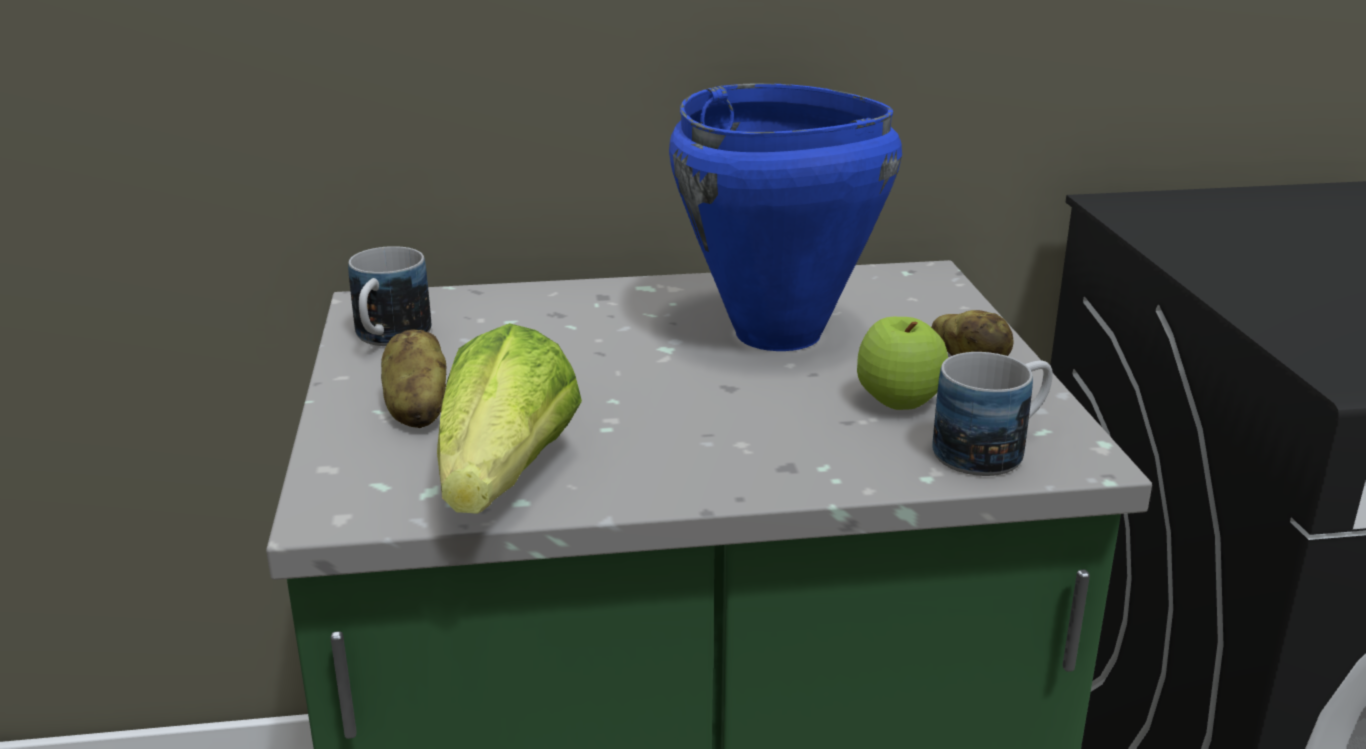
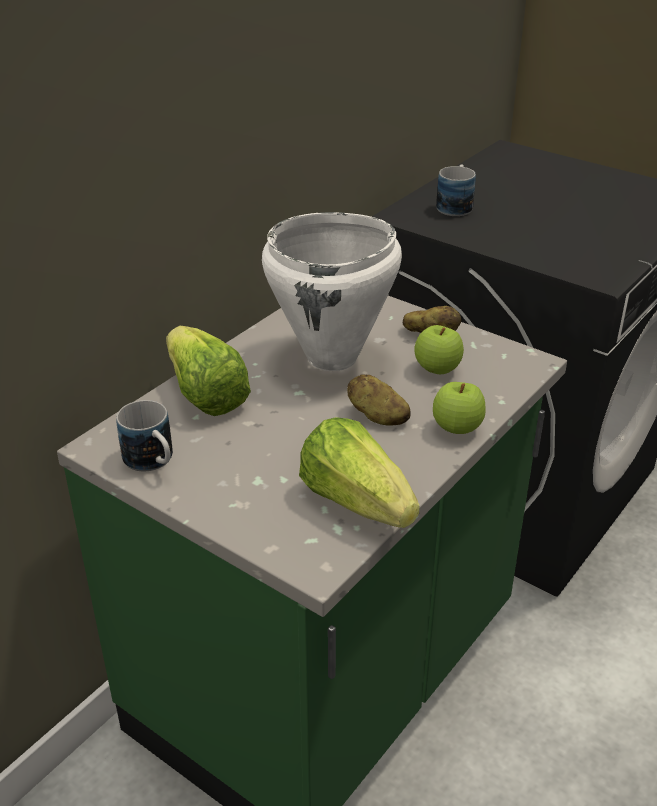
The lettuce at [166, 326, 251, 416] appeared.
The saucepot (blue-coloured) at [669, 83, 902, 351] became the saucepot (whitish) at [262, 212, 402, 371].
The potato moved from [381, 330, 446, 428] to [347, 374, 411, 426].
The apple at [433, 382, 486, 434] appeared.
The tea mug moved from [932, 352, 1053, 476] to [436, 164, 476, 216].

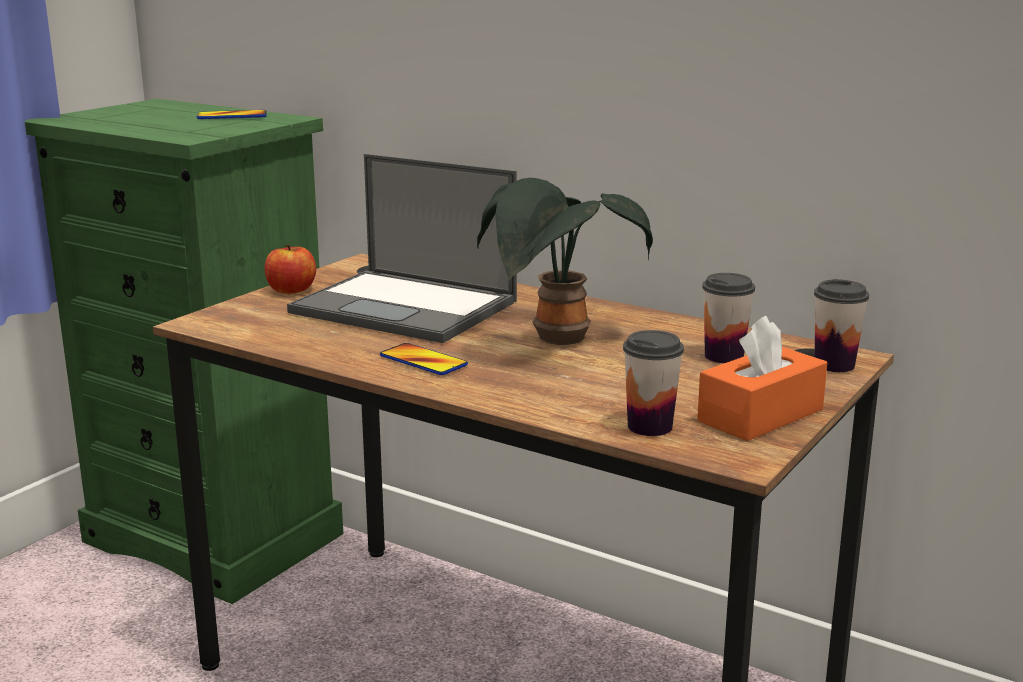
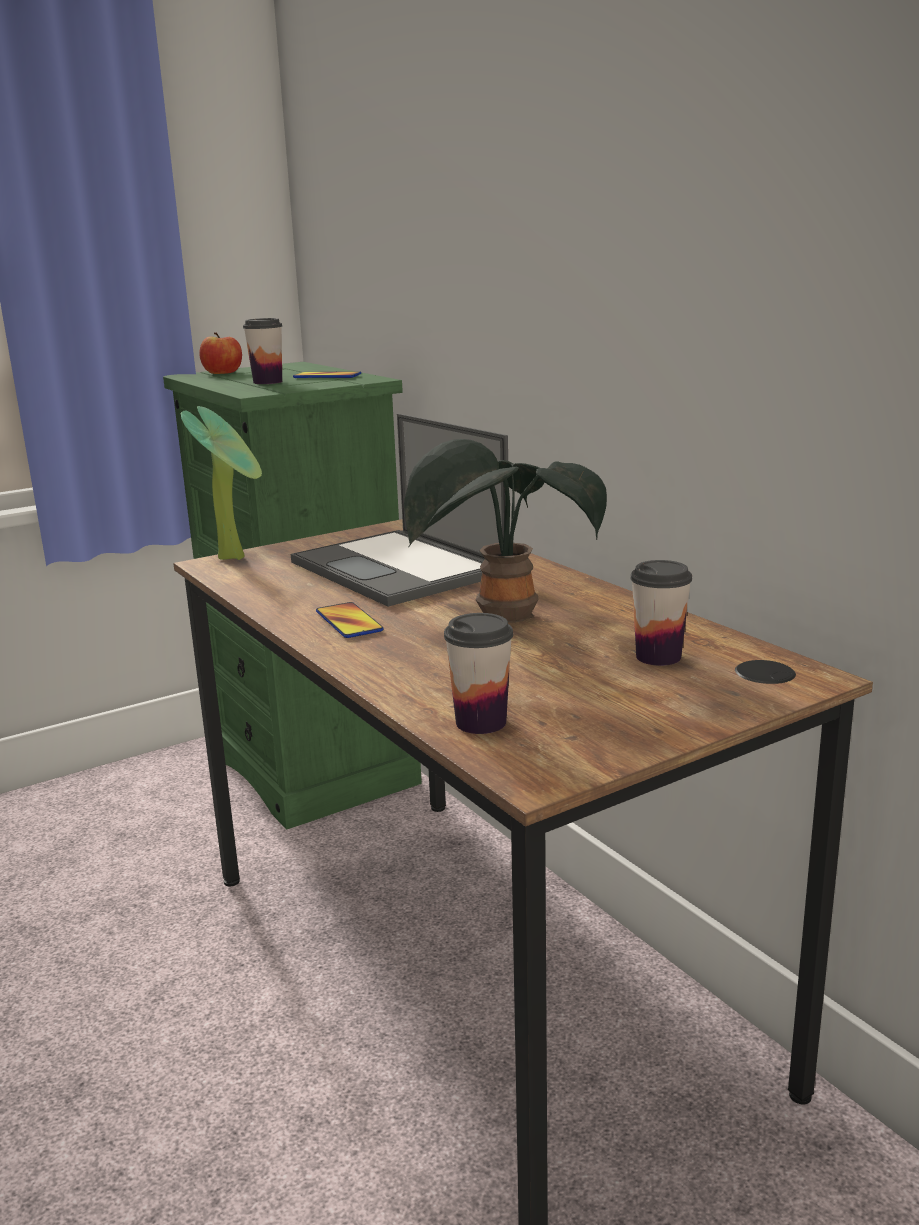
The potted plant at [181, 406, 262, 560] appeared.
The apple moved from [264, 244, 316, 294] to [199, 332, 242, 374].
The small cup moved from [814, 280, 869, 372] to [243, 318, 282, 384].
The tissue box (orangey) at [697, 316, 827, 441] disappeared.

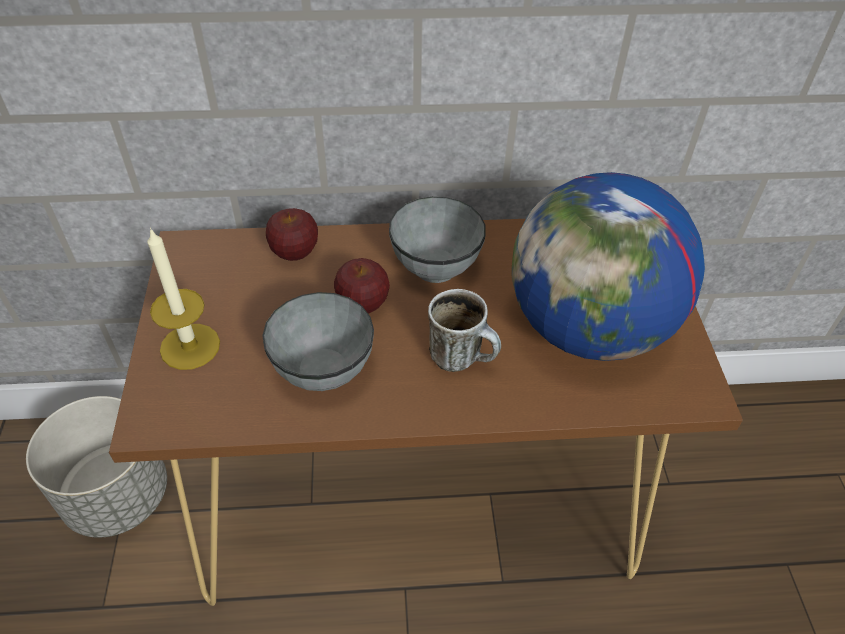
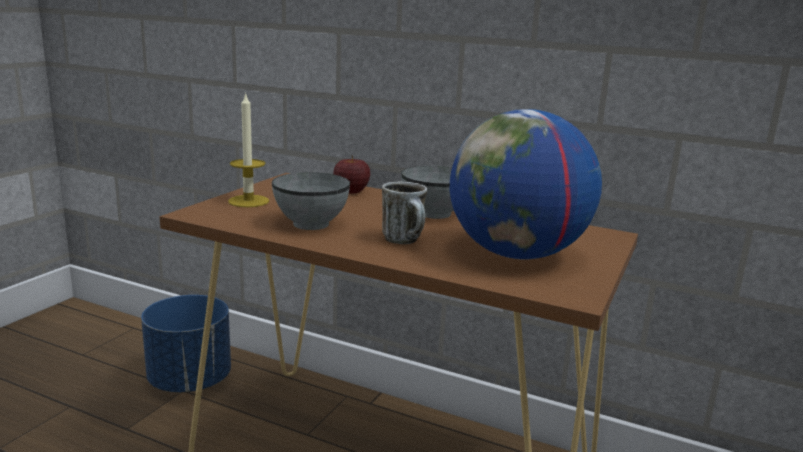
The plant pot (greyish) at [26, 396, 167, 538] became the plant pot (blue-coloured) at [141, 295, 231, 392].
The apple at [334, 258, 390, 314] disappeared.

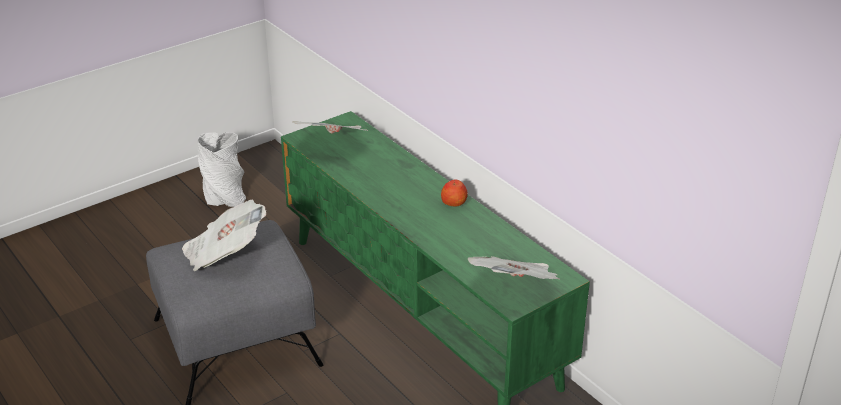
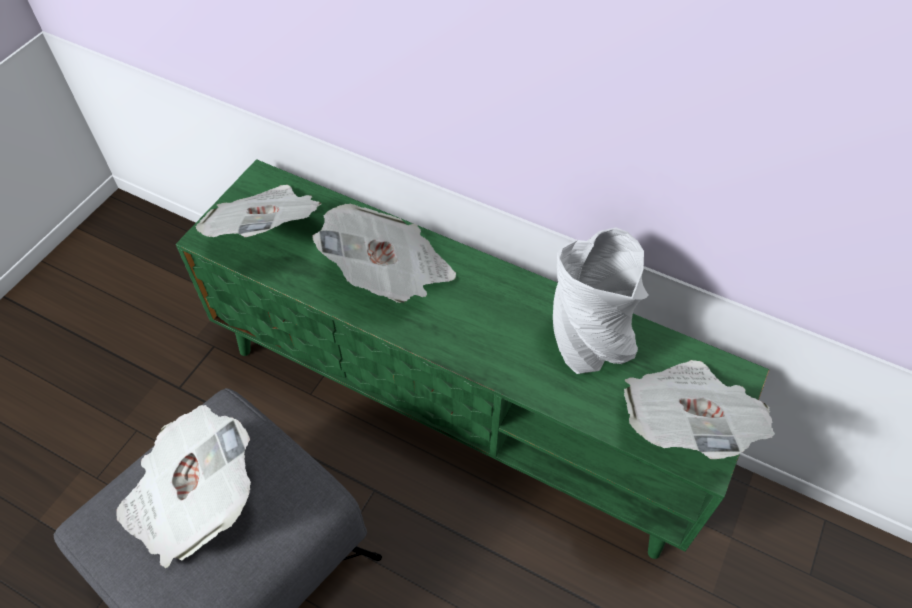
The newspaper at [312, 204, 456, 303] appeared.
The flower vase (greyish) moved from [198, 132, 246, 207] to [553, 227, 649, 374].
The apple at [441, 179, 468, 206] disappeared.

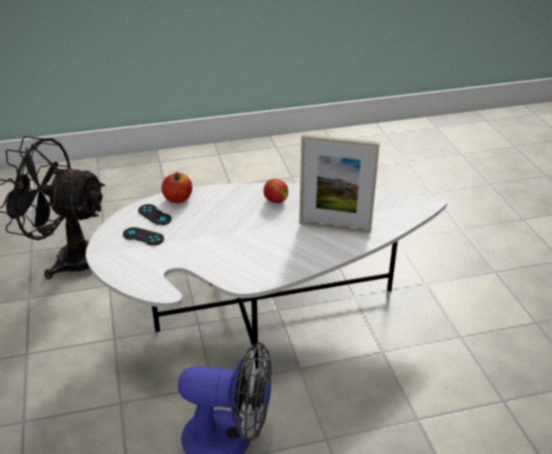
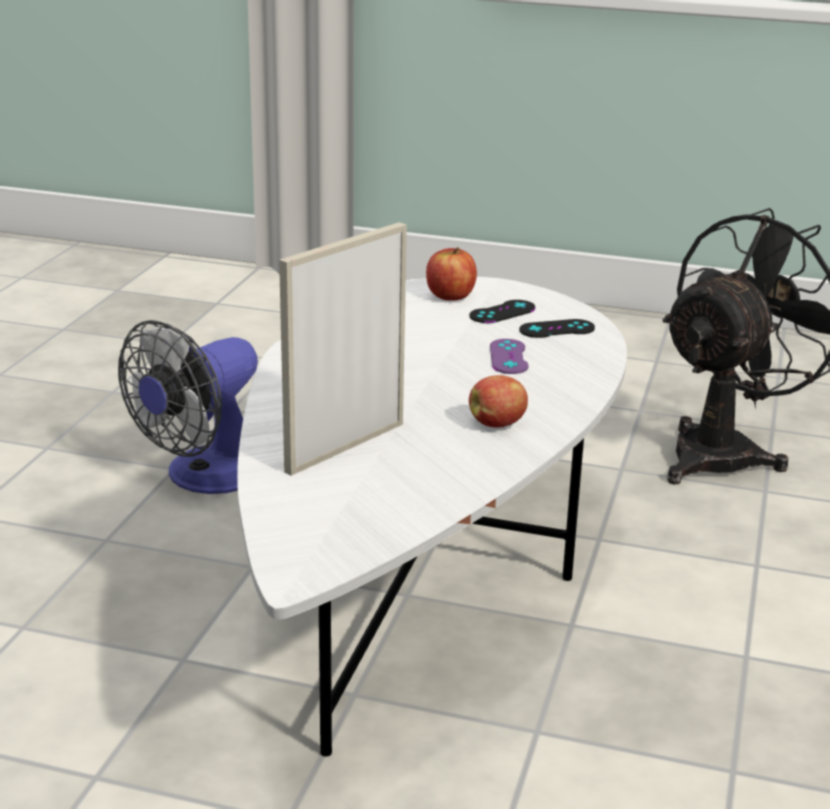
The apple moved from [162, 172, 192, 203] to [426, 247, 477, 301].
The joypad (purplish) at [490, 339, 529, 374] appeared.

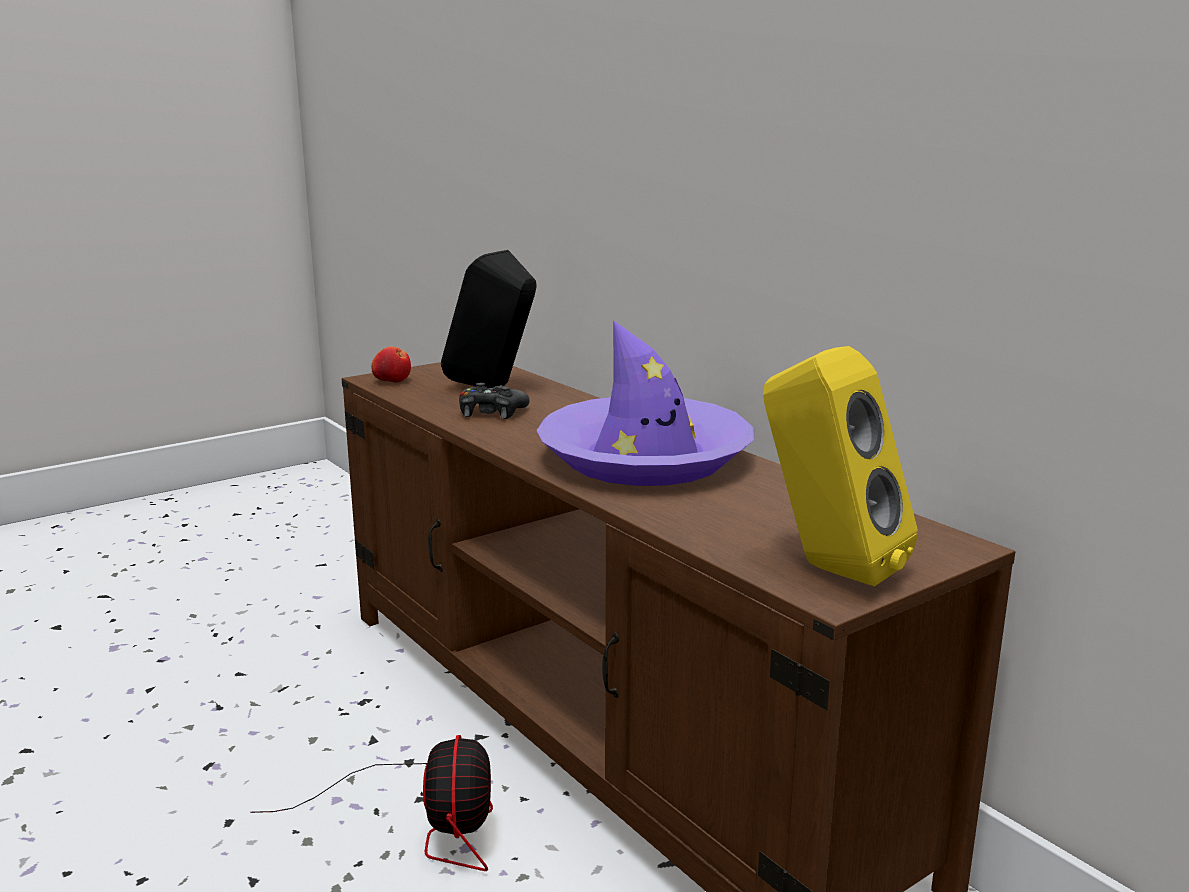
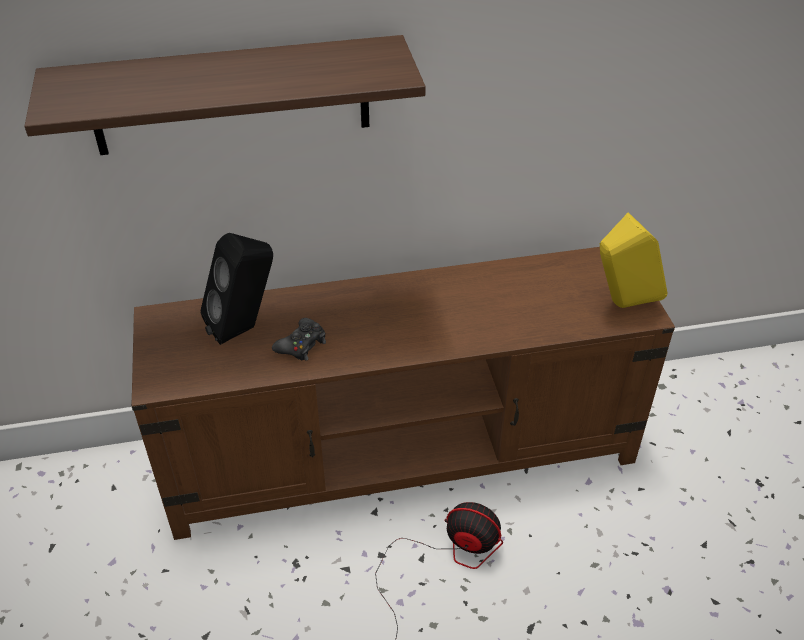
The bracket shelf at [24, 35, 426, 155] appeared.
The apple at [371, 346, 411, 383] disappeared.
The hat (purplish) at [536, 320, 754, 486] disappeared.

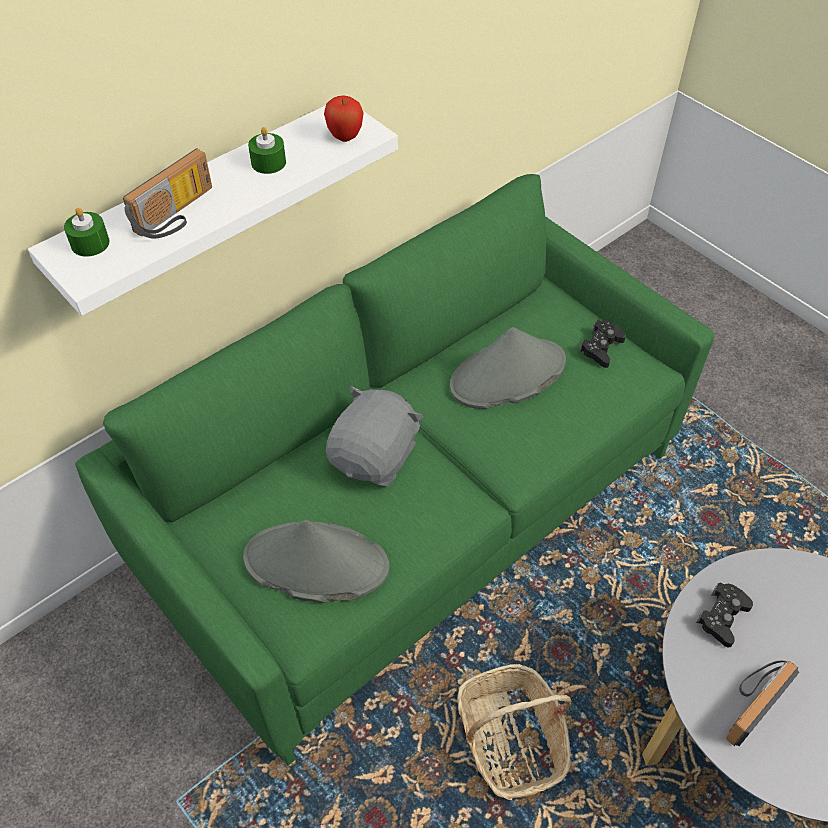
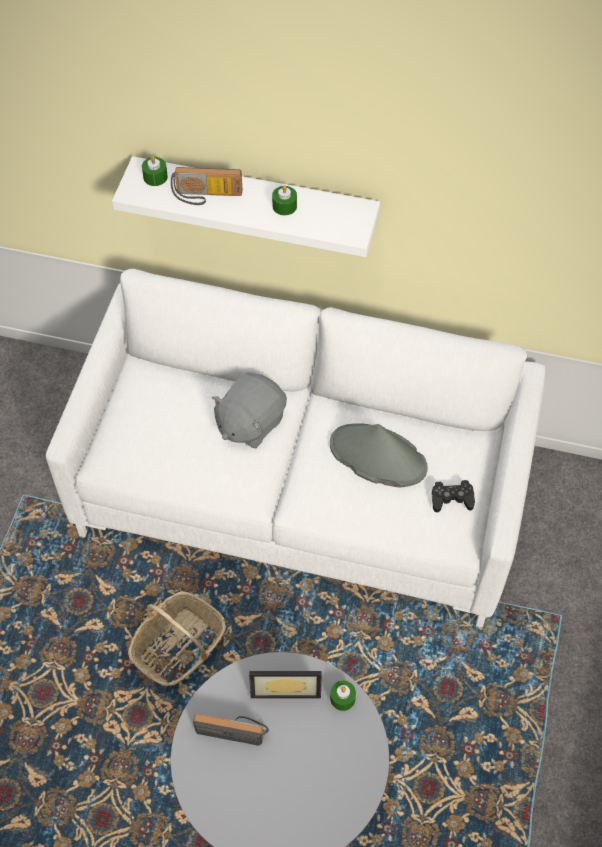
The sofa (green-coloured) at [75, 174, 714, 765] became the sofa (whitish) at [46, 269, 545, 628].
The soft toy (greyish) at [326, 386, 423, 486] turned 135 degrees clockwise.
The joypad (black-coloured) at [696, 583, 753, 648] was replaced by the standing frame at [249, 671, 322, 699].
The candle (green-coloured) at [330, 681, 356, 711] appeared.
The hat (greyish) at [243, 520, 389, 603] disappeared.
The apple at [324, 95, 364, 142] disappeared.

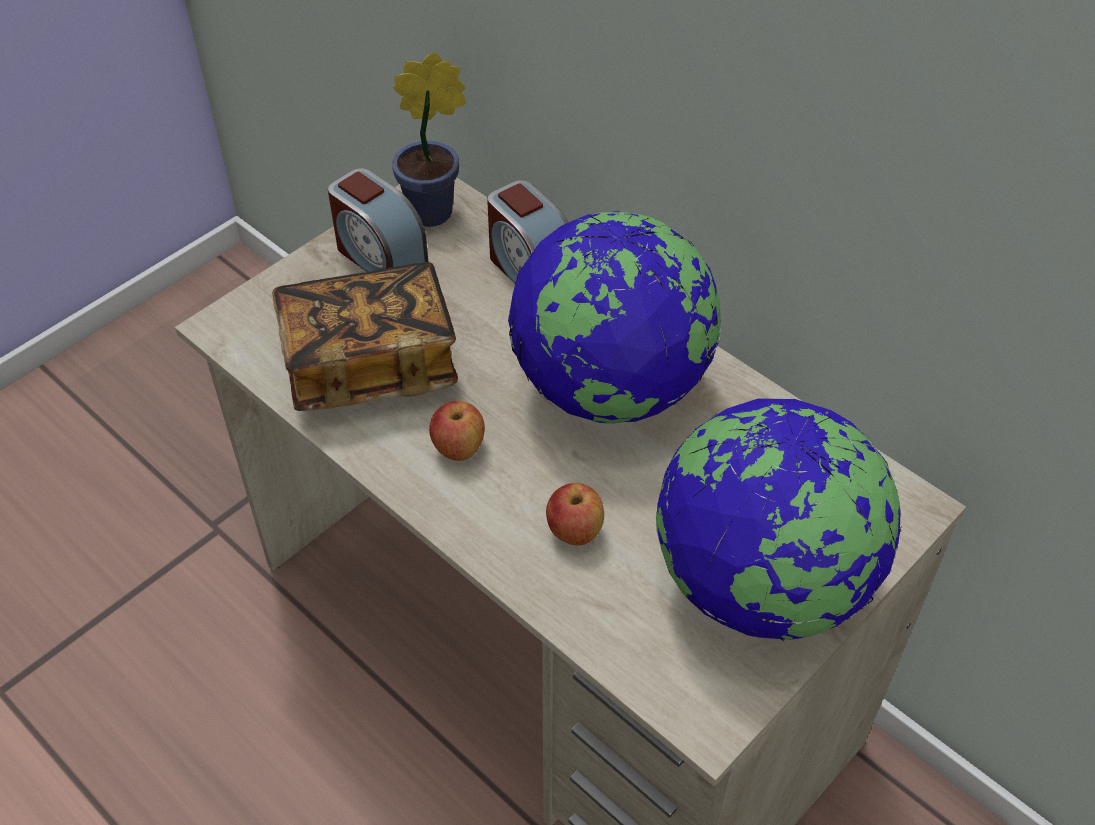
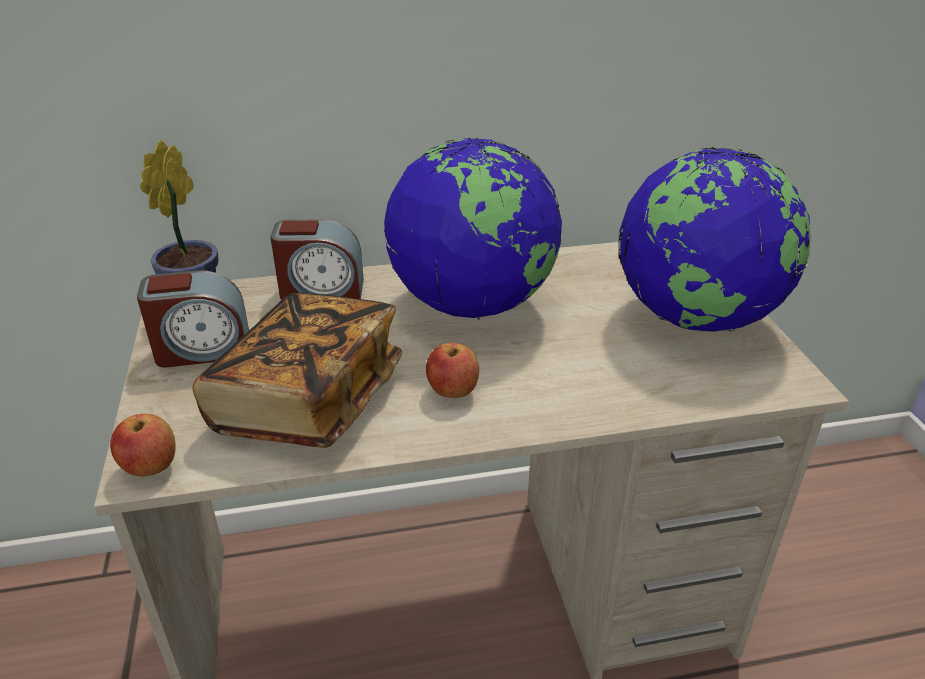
The apple moved from [546, 483, 604, 545] to [110, 414, 176, 476].

